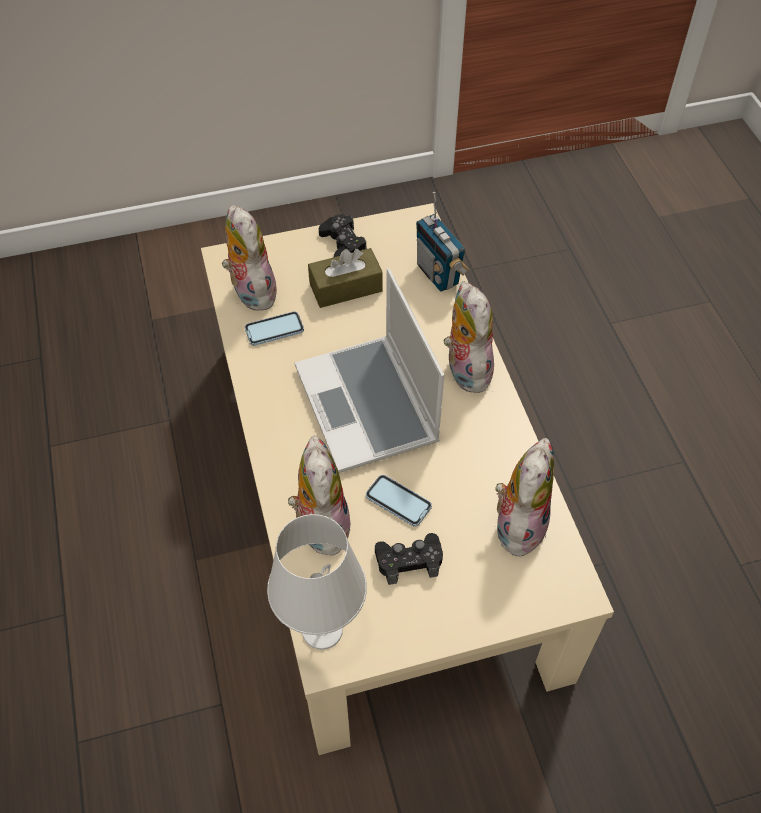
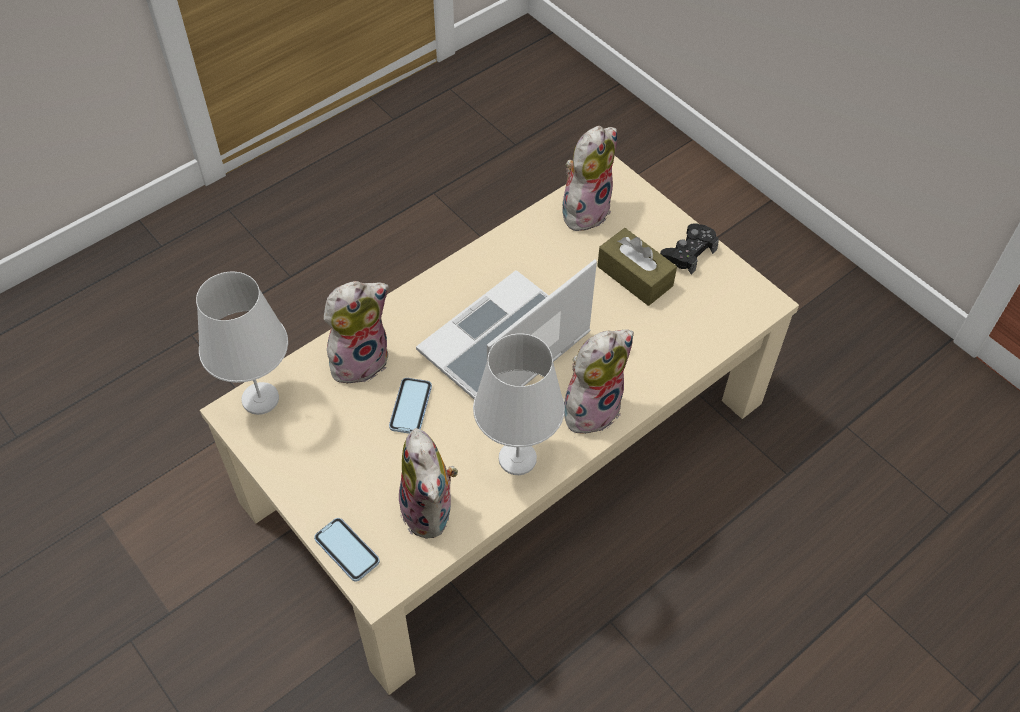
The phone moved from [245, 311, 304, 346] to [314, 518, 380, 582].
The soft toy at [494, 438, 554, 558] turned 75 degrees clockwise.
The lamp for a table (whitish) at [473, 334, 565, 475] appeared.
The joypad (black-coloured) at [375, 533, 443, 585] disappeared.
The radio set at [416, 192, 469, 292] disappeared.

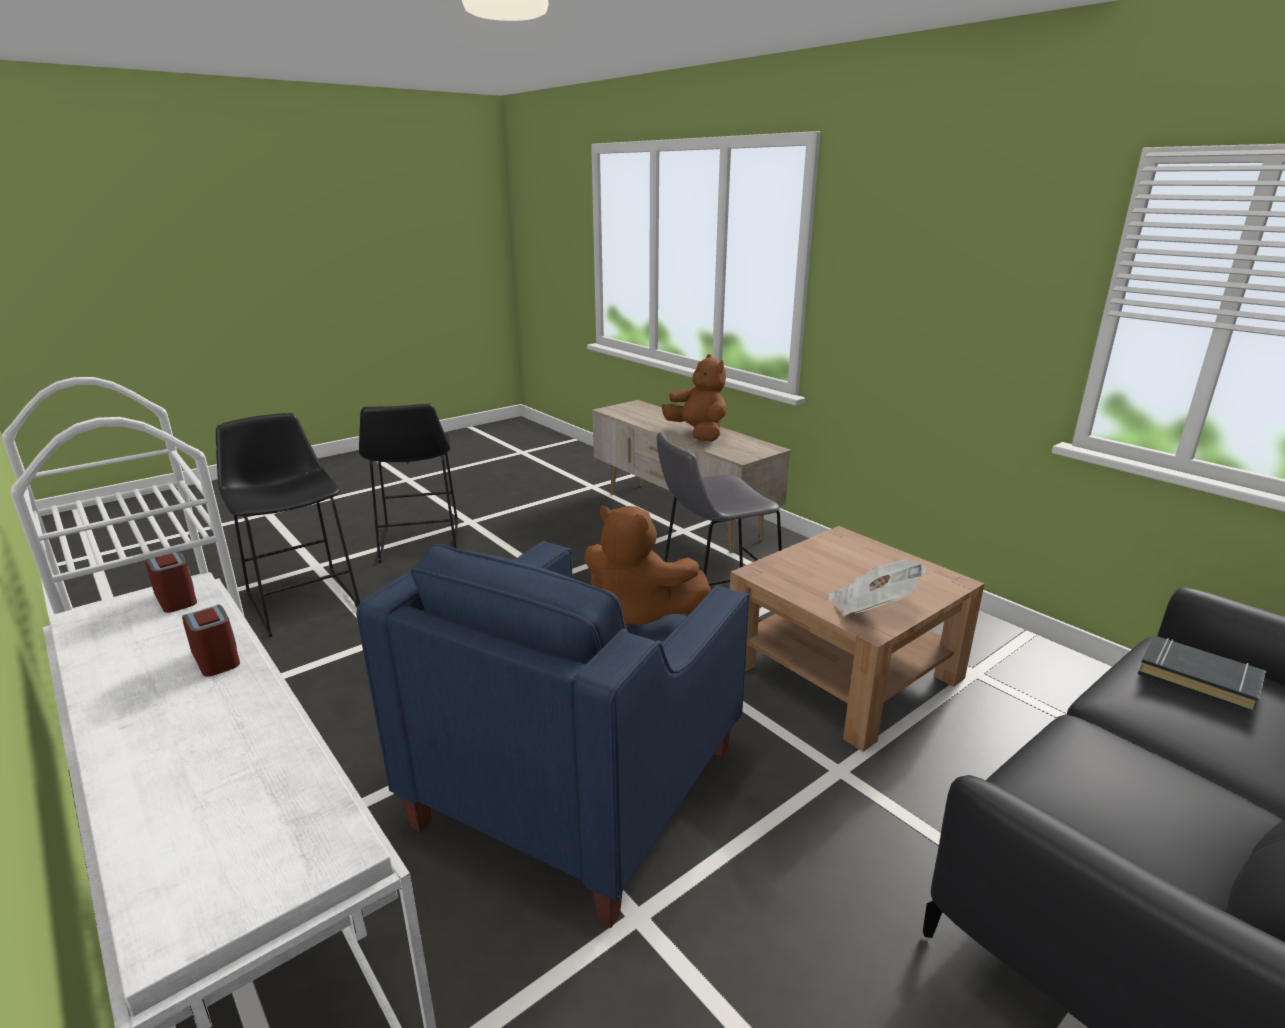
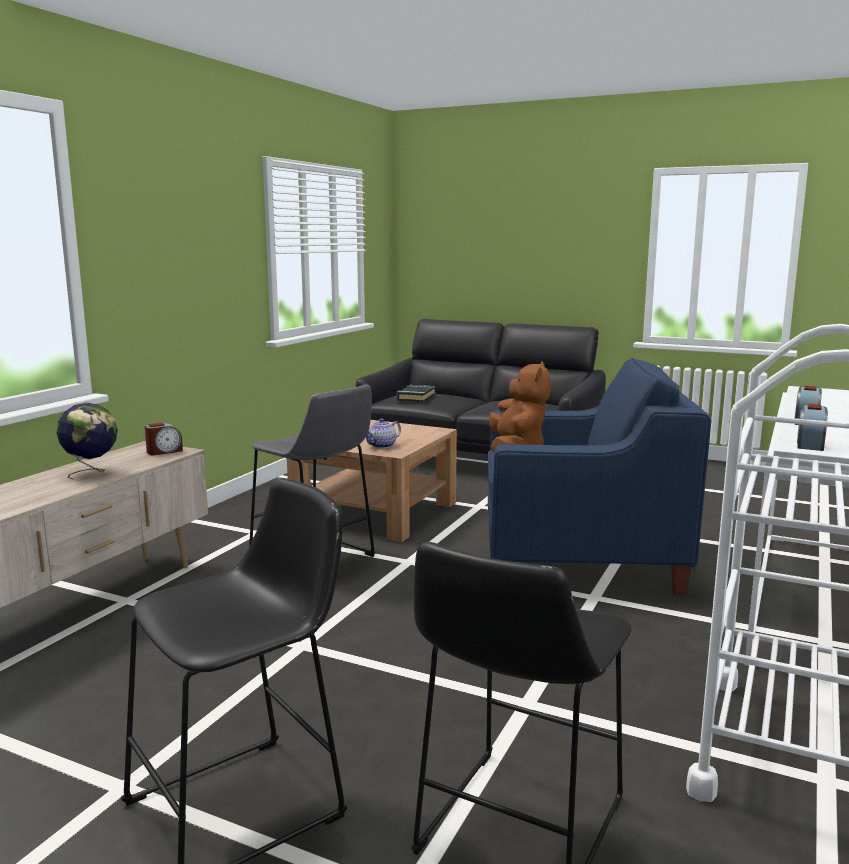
The soft toy (brown-coloured) at [662, 354, 727, 442] was replaced by the world globe at [56, 403, 118, 479].
The table clock at [145, 422, 183, 455] appeared.
The teapot at [366, 419, 401, 449] appeared.
The newspaper at [828, 559, 927, 616] disappeared.

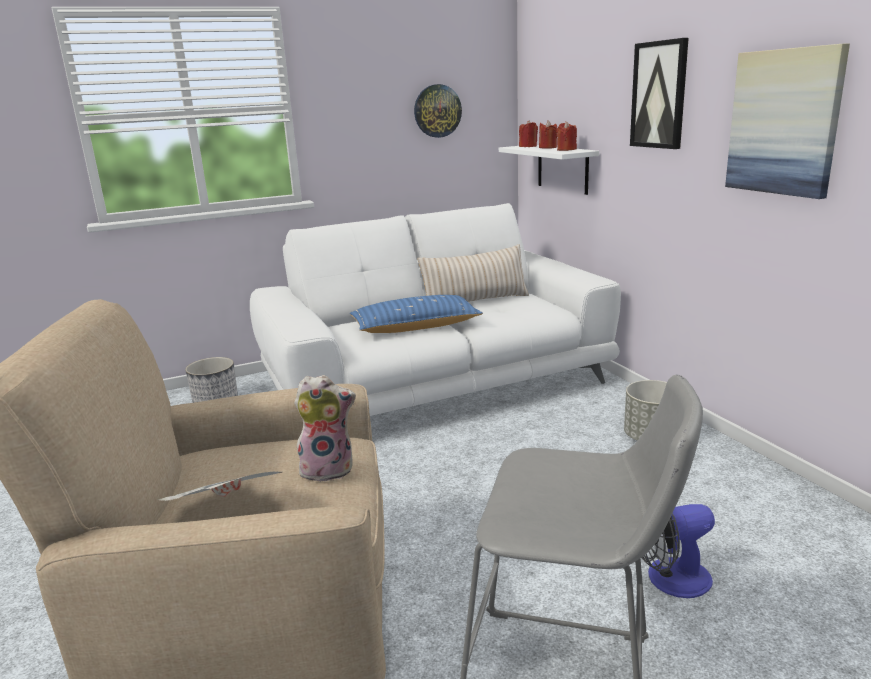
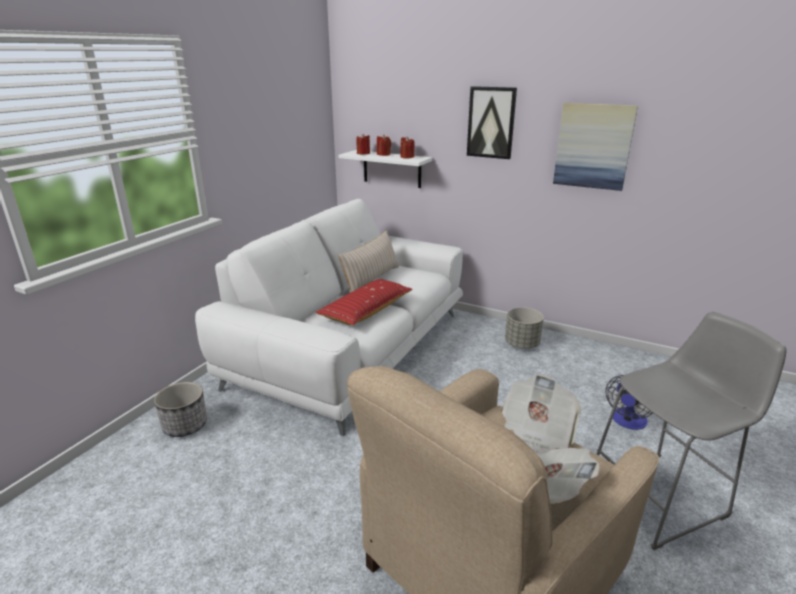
The pillow (blue-coloured) at [350, 295, 483, 333] became the pillow (red) at [315, 279, 413, 326].
The soft toy at [294, 375, 356, 483] was replaced by the newspaper at [501, 374, 582, 454].
The wall clock at [414, 84, 462, 138] disappeared.

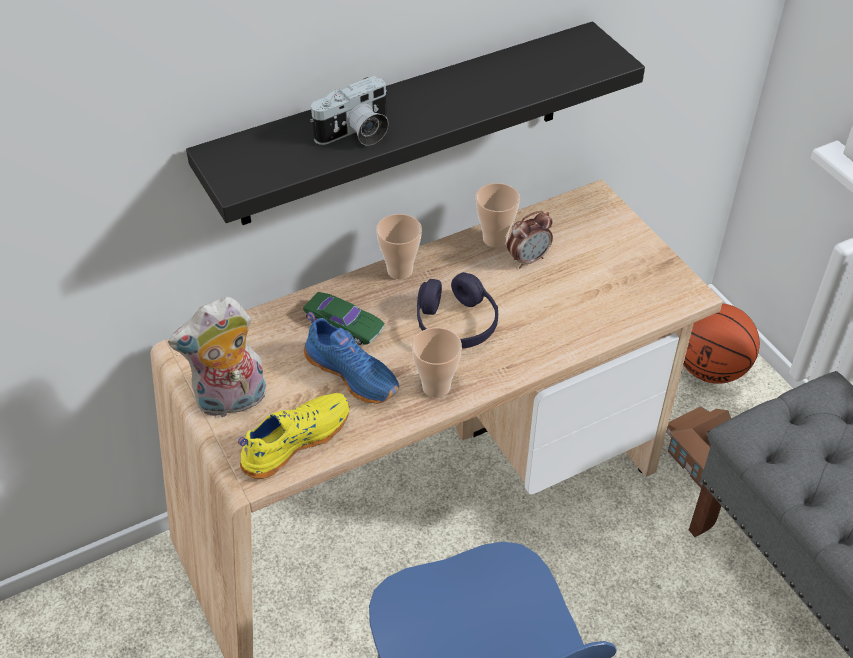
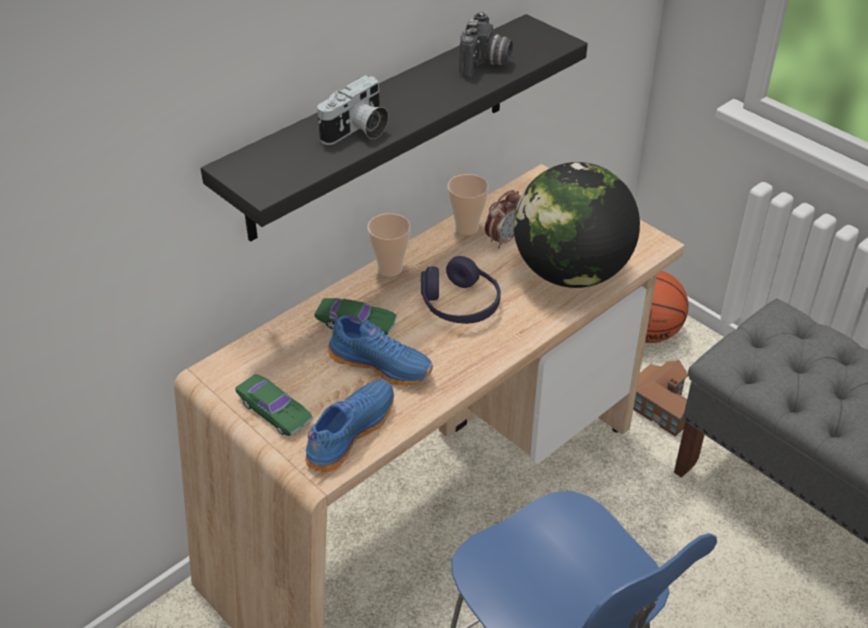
The soft toy at [168, 297, 266, 417] was replaced by the miniature car (green-coloured) at [235, 374, 313, 436].
The shoe (yellow-coloured) at [238, 393, 349, 479] became the shoe (blue-coloured) at [305, 379, 394, 472].
The still camera at [459, 12, 513, 78] appeared.
The world globe at [514, 162, 640, 288] appeared.
The small cup at [412, 328, 462, 398] disappeared.

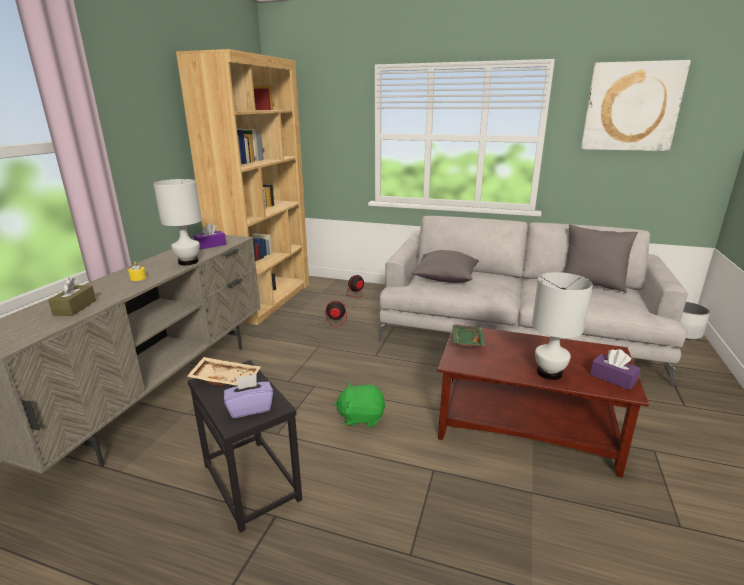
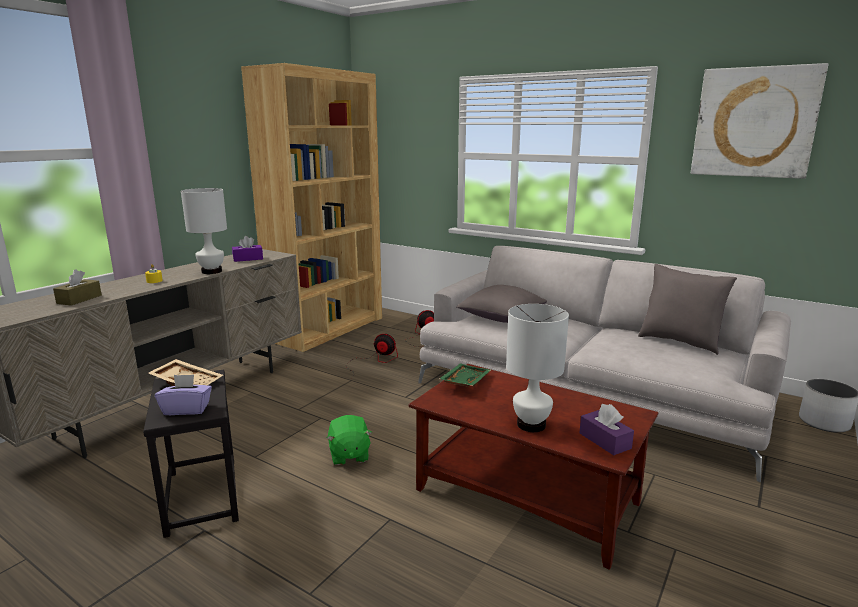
The soft toy (green-coloured) at [334, 382, 386, 427] turned 120 degrees counterclockwise.

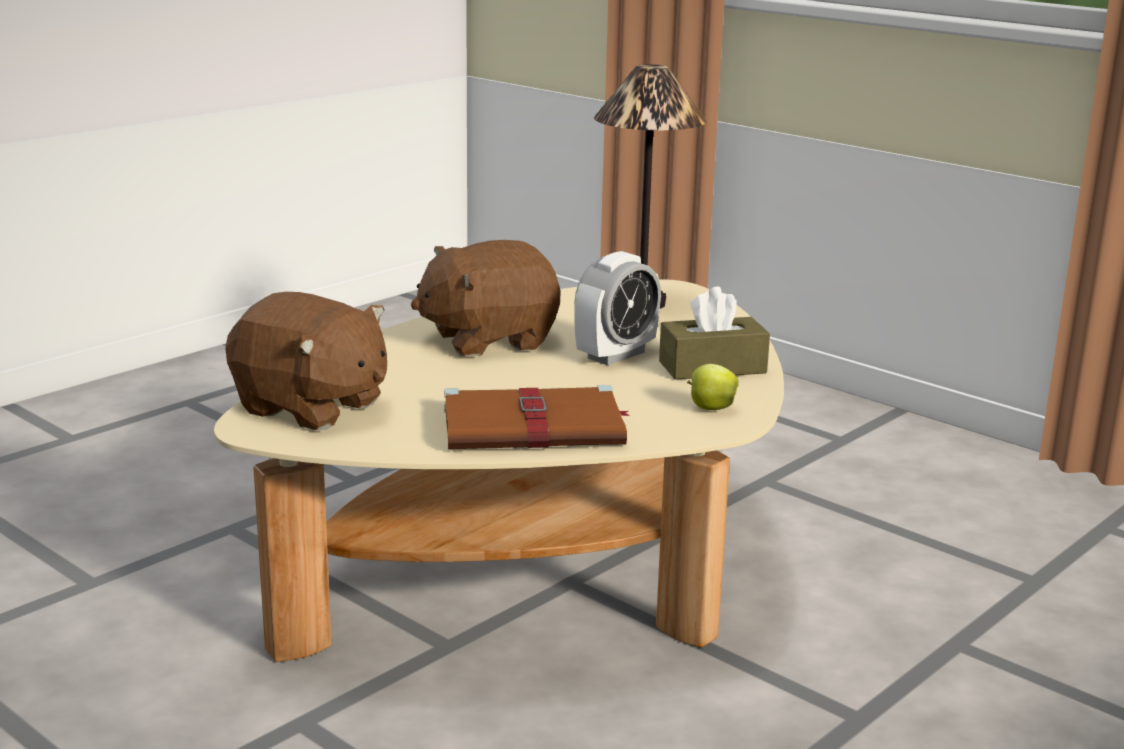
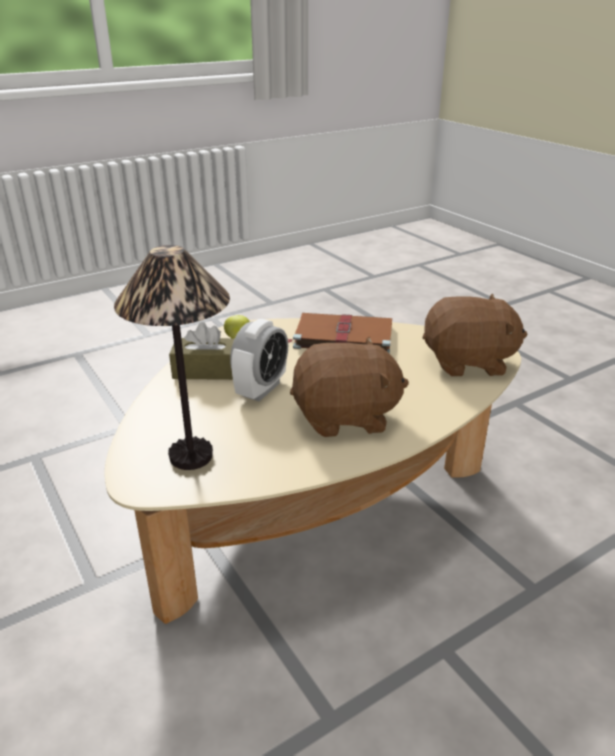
The table clock at [574, 251, 661, 365] turned 150 degrees clockwise.
The soft toy (brown-coloured) at [225, 292, 387, 430] turned 135 degrees clockwise.

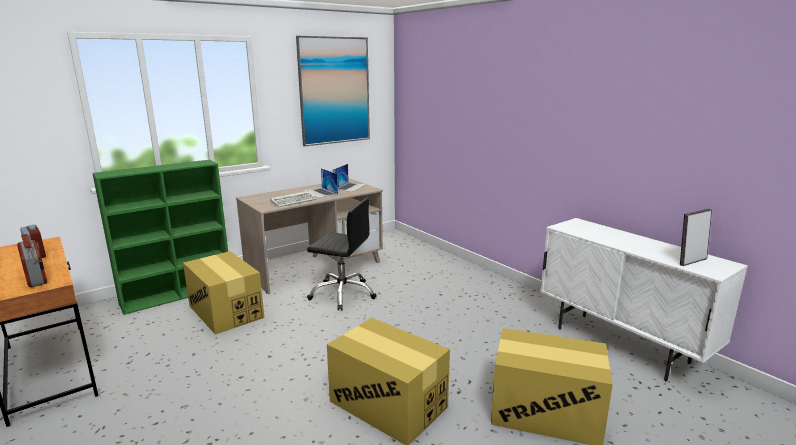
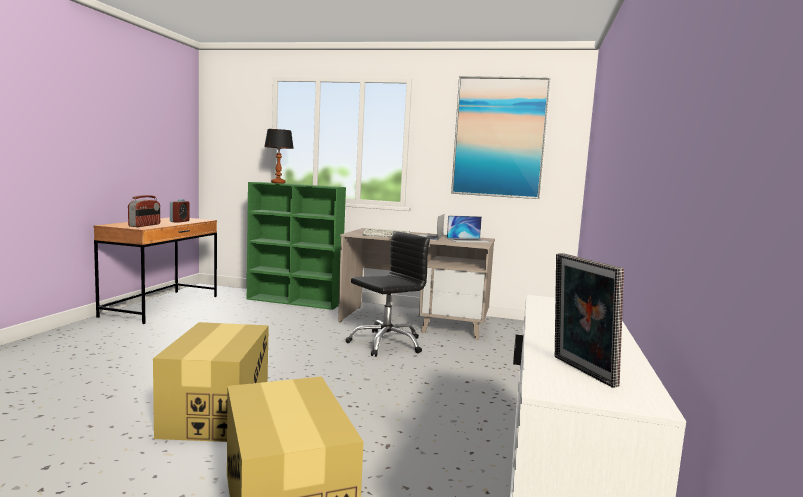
The lamp for a table at [264, 129, 294, 184] appeared.
The computer chair (black-coloured) at [307, 198, 377, 310] turned 105 degrees counterclockwise.
The standing frame at [680, 209, 712, 266] turned 135 degrees counterclockwise.
The cardboard box at [183, 251, 264, 335] disappeared.

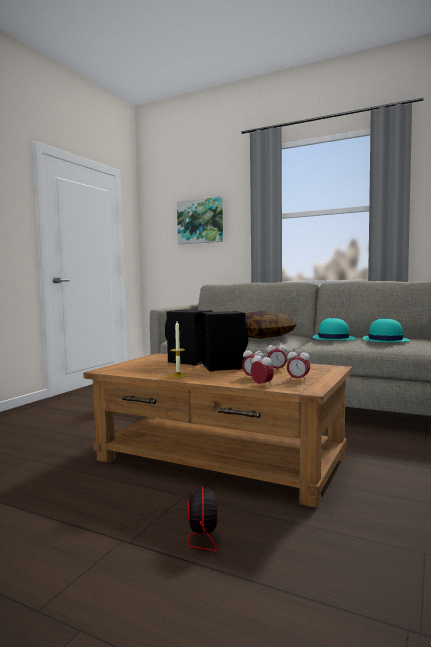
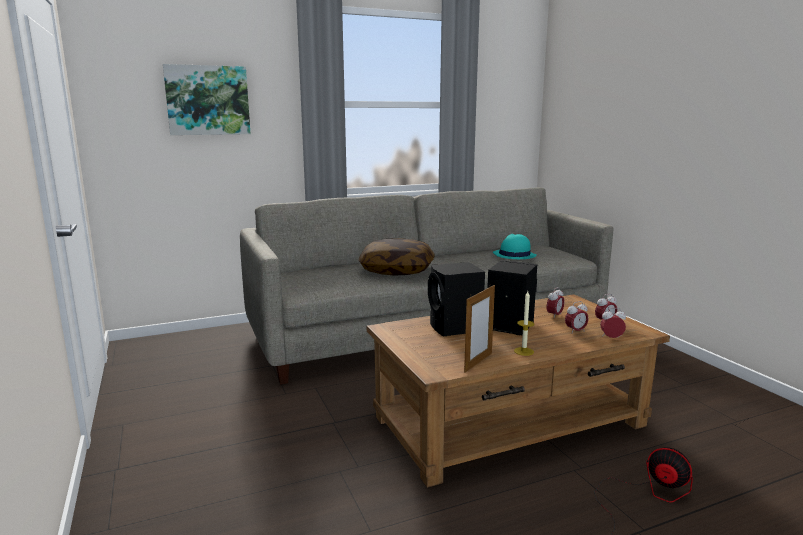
The standing frame at [464, 284, 495, 373] appeared.
The hat (turquoise-coloured) at [312, 318, 355, 340] disappeared.

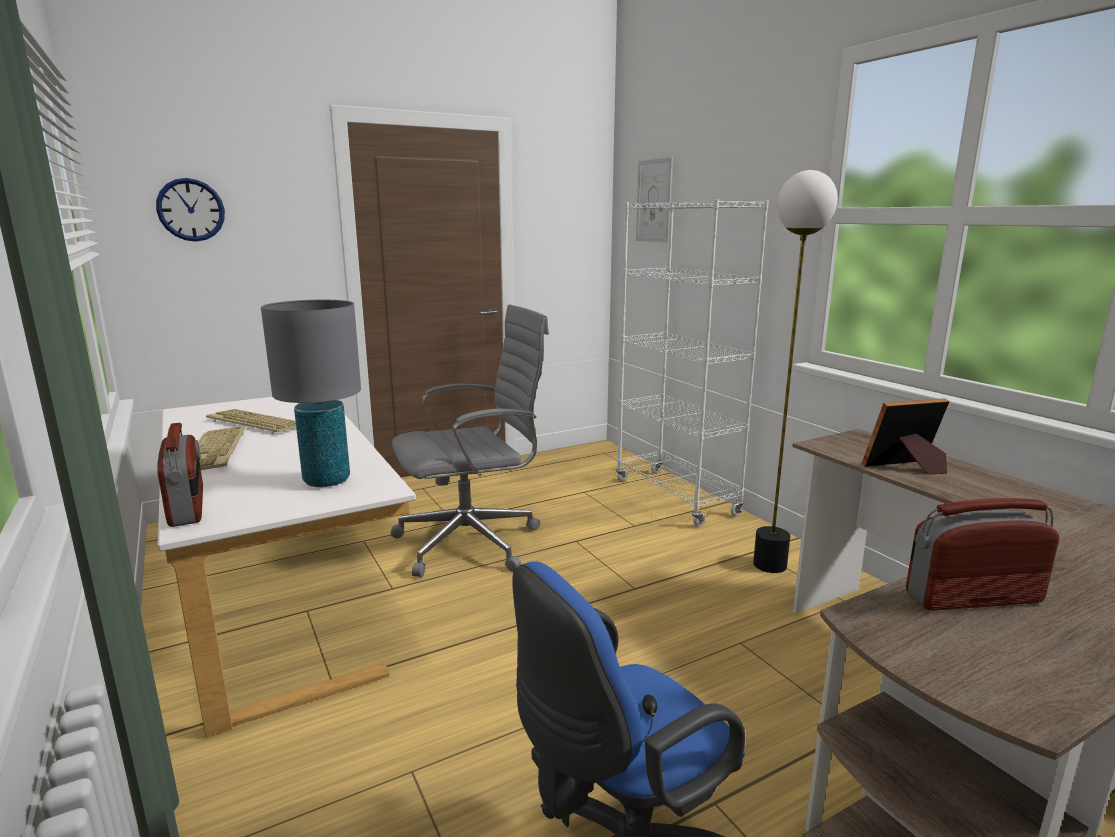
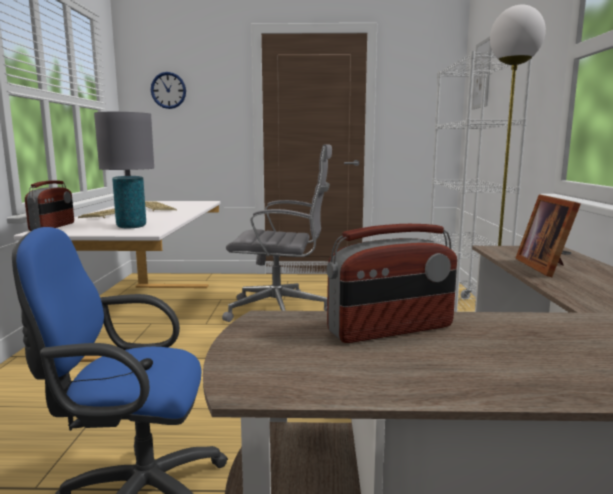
The radio set at [906, 498, 1059, 610] turned 135 degrees clockwise.
The standing frame at [862, 398, 950, 474] turned 105 degrees counterclockwise.

